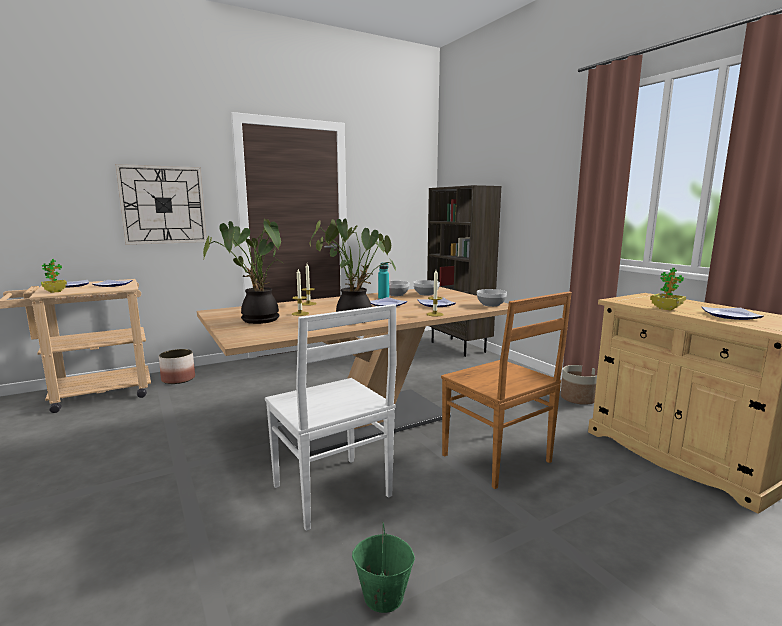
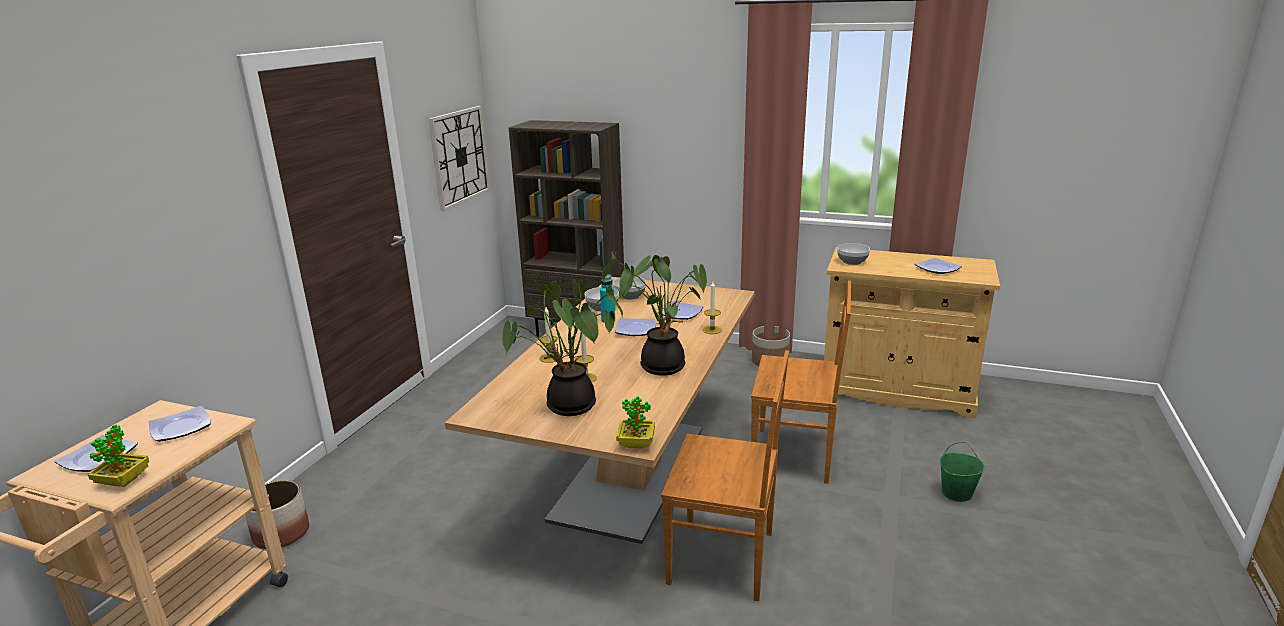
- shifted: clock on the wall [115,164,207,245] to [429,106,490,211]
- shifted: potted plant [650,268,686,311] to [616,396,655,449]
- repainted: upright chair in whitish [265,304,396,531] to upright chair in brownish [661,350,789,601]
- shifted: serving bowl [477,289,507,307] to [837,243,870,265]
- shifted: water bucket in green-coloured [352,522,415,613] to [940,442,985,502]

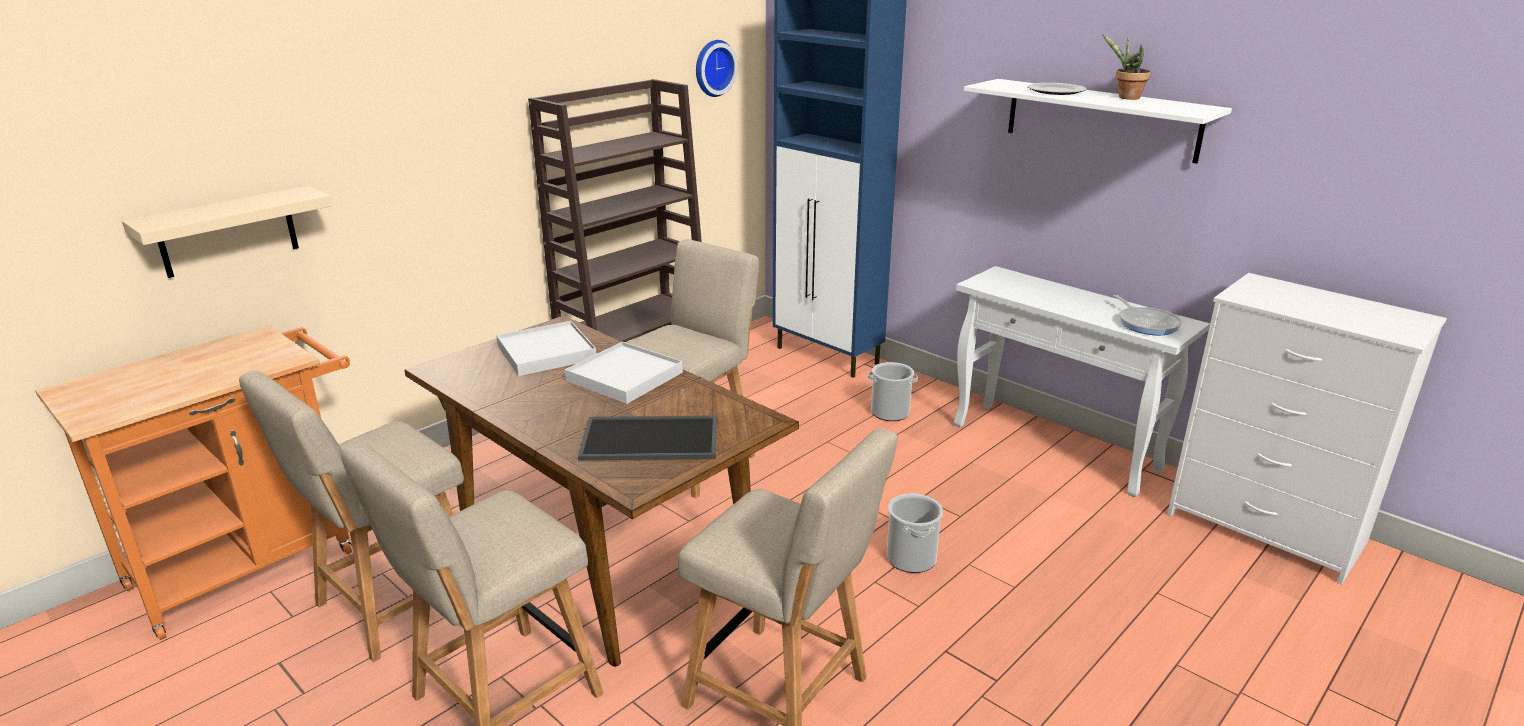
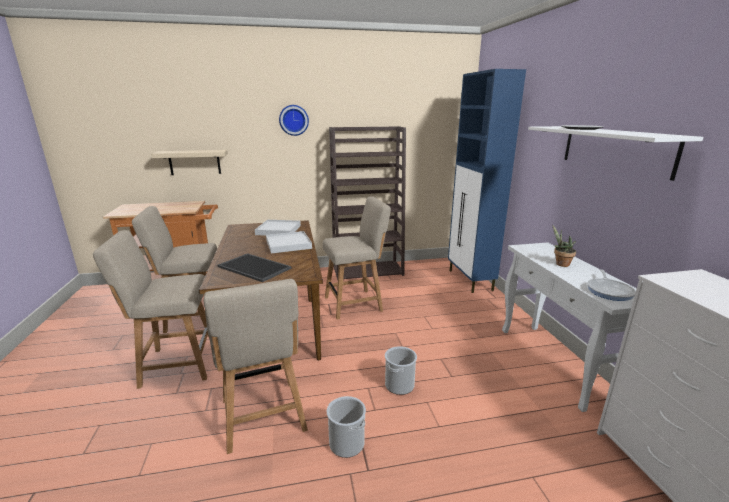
- shifted: clock on the wall [696,40,738,97] to [279,105,309,136]
- shifted: water bucket [868,362,918,421] to [327,396,366,458]
- shifted: potted plant [1102,34,1151,100] to [553,225,576,267]

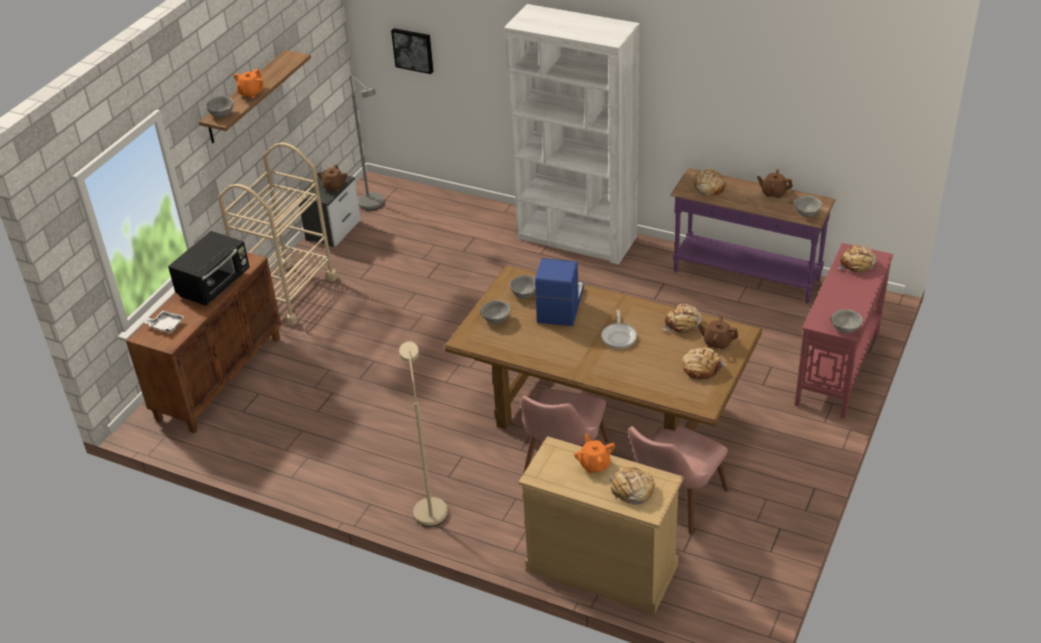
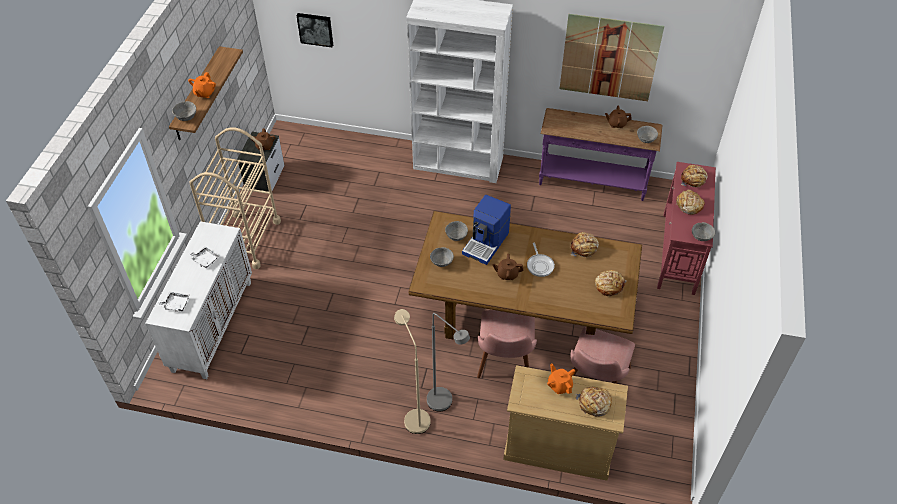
- repainted: storage cabinet in brownish [126,252,281,433] to storage cabinet in whitish [145,221,252,379]
- swapped: microwave oven in black [168,231,250,306] to carrying tray in whitish [188,246,219,268]
- shifted: standing lamp in greyish [350,75,384,210] to [427,313,470,411]
- rotated: coffee machine [535,258,584,326] = [462,195,511,265] 150 degrees counterclockwise
- shifted: teapot in brownish [698,316,739,350] to [492,254,524,280]
- new: wall picture [560,14,664,101]
- shifted: bakery bread [692,169,726,196] to [676,190,705,215]

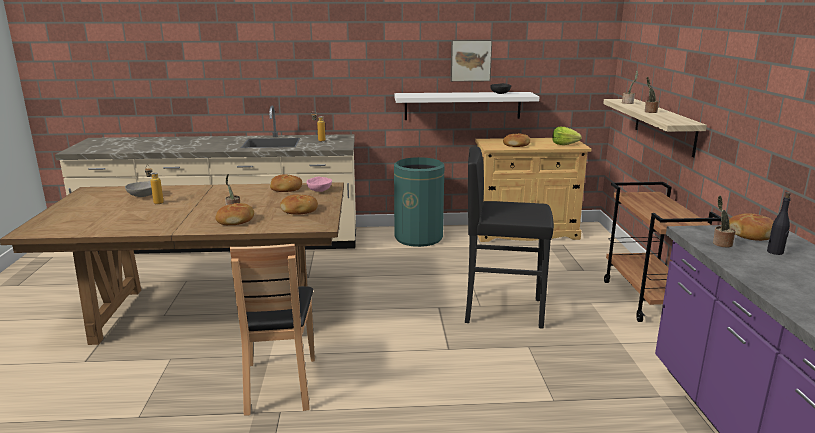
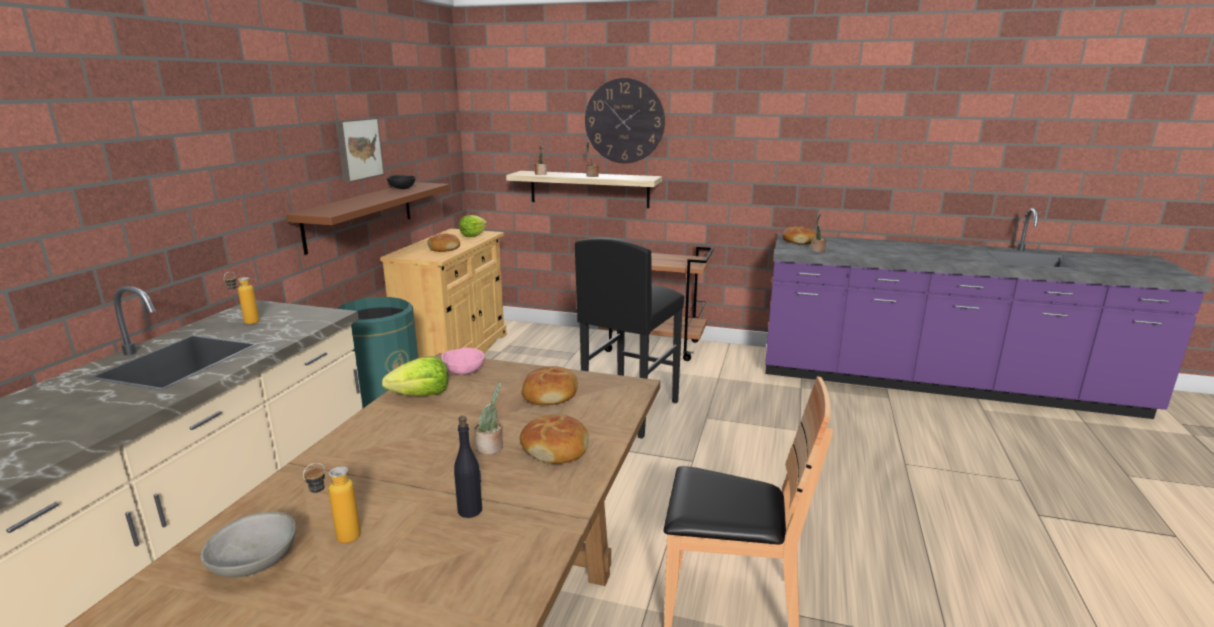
- repainted: wall shelf in whitish [394,92,539,120] to wall shelf in brownish [286,182,450,255]
- swapped: bakery bread [270,174,302,192] to head of lettuce [382,356,448,396]
- shifted: bottle in black [767,192,791,255] to [454,416,482,518]
- new: clock on the wall [585,78,665,163]

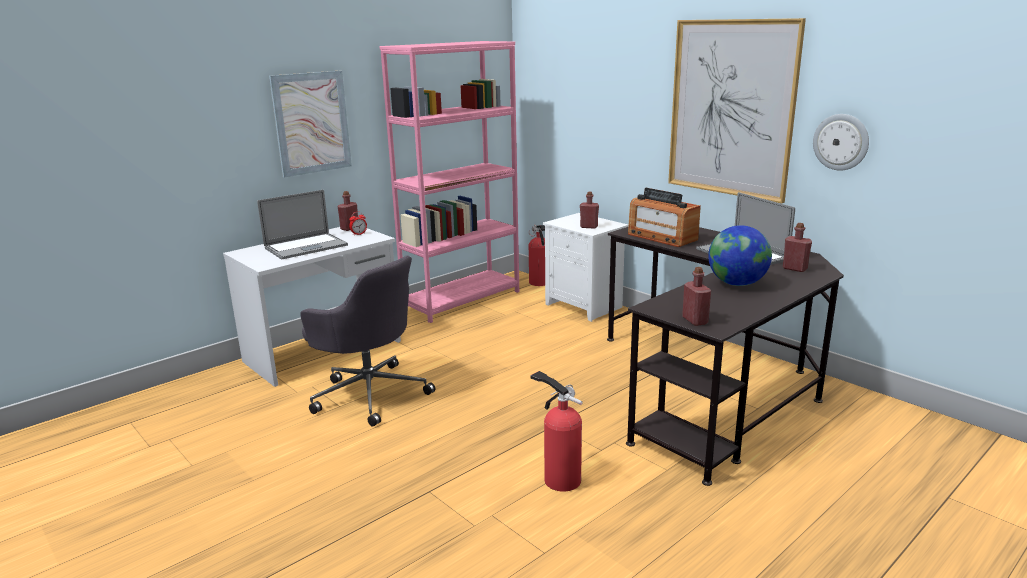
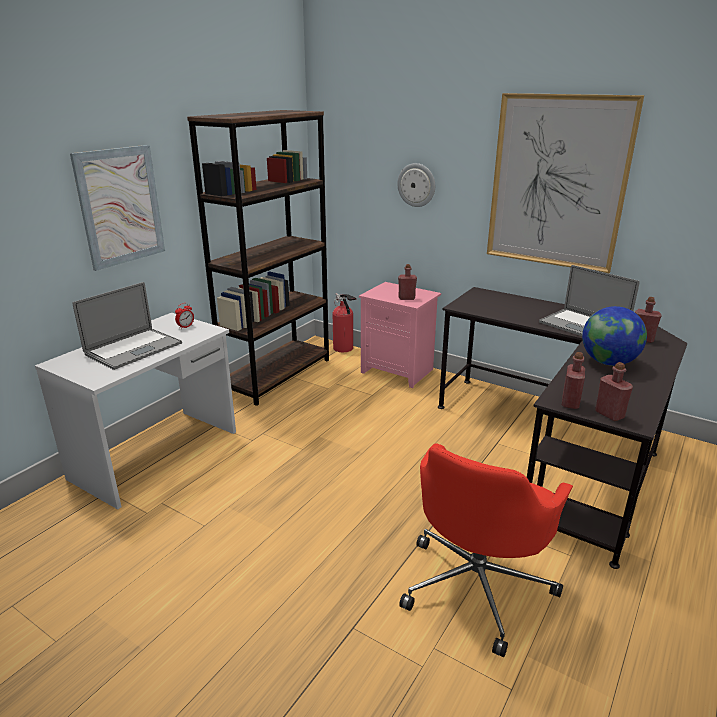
- repainted: shelving unit in pink [379,41,519,323] to shelving unit in brownish [187,110,329,406]
- repainted: nightstand in whitish [543,213,628,322] to nightstand in pink [359,282,441,388]
- shifted: clock on the wall [813,114,869,171] to [397,163,435,207]
- swapped: fire extinguisher [531,371,583,492] to office chair in red-coloured [399,443,573,657]
- shifted: bottle in red-coloured [338,191,358,231] to [562,352,585,409]
- gone: office chair in greyish [300,256,435,427]
- gone: radio [628,188,701,247]

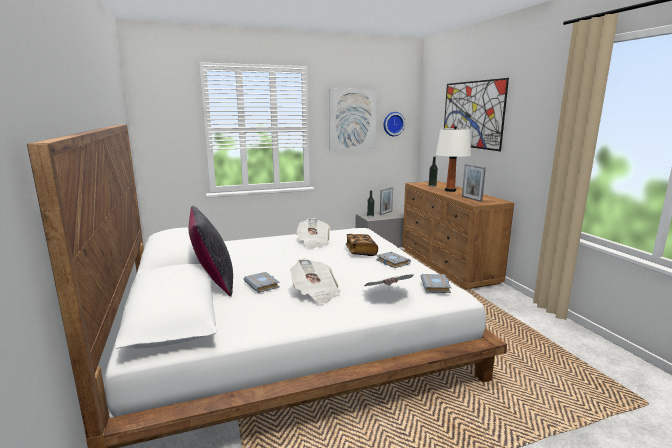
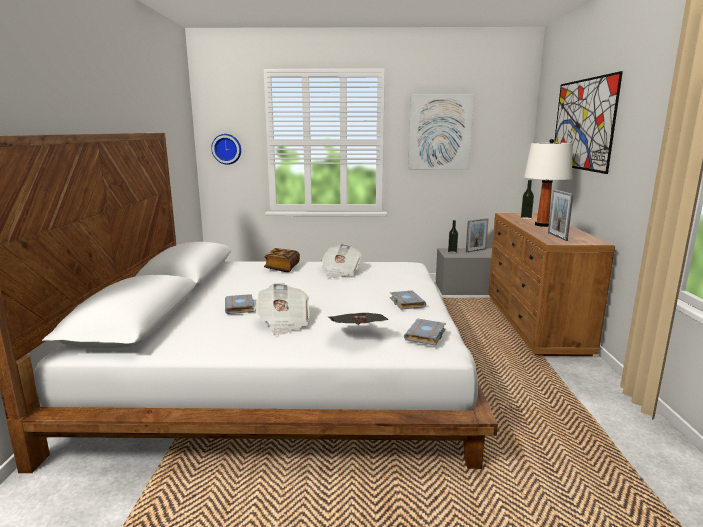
- shifted: clock on the wall [384,112,405,136] to [211,134,241,165]
- shifted: book [346,234,378,256] to [264,248,300,272]
- gone: throw pillow in black [188,206,233,297]

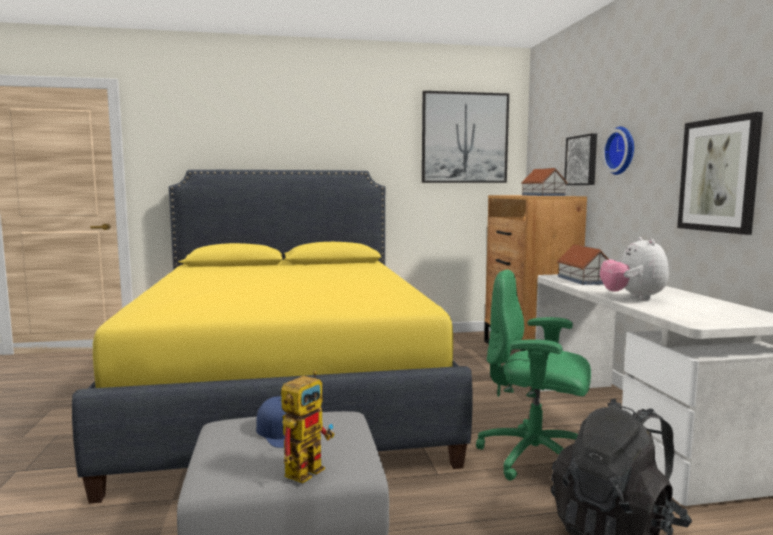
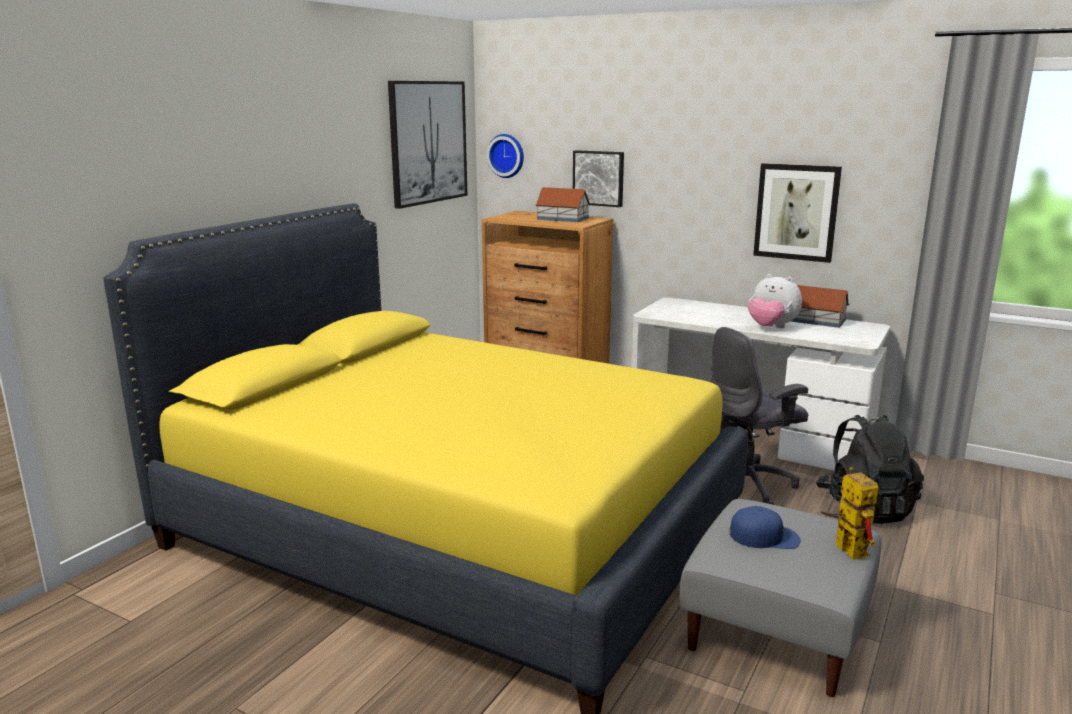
- shifted: clock on the wall [602,126,634,175] to [487,134,524,178]
- repainted: office chair in green-coloured [476,270,591,481] to office chair in greyish [710,327,808,505]
- shifted: miniature house [557,244,609,285] to [790,285,849,328]

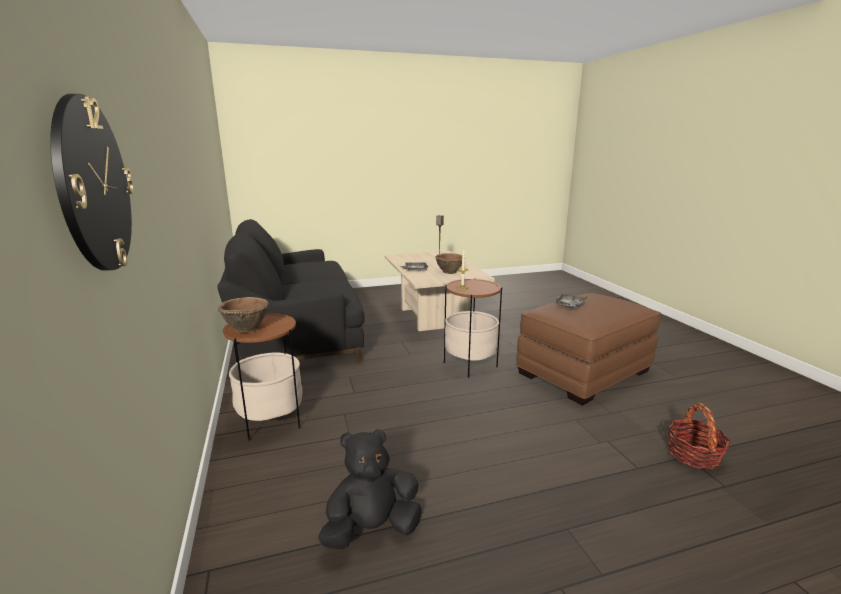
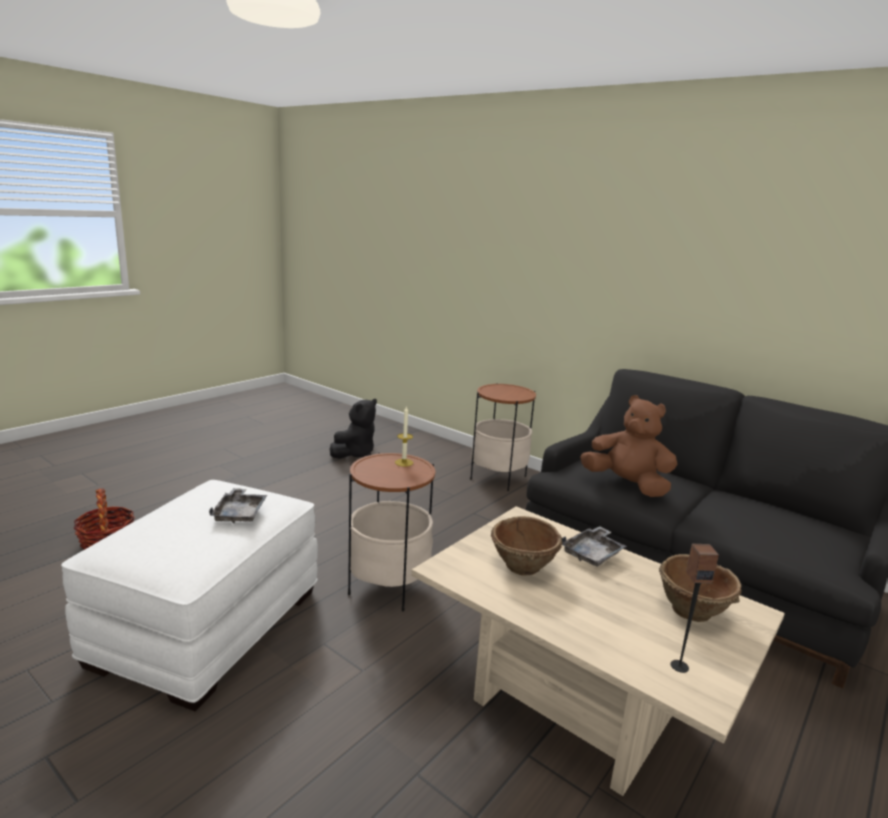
- repainted: ottoman in brownish [516,293,661,406] to ottoman in whitish [61,480,318,711]
- new: plush toy in brownish [580,395,677,497]
- shifted: serving bowl in brownish [218,297,269,332] to [659,554,742,622]
- gone: clock on the wall [50,94,134,271]

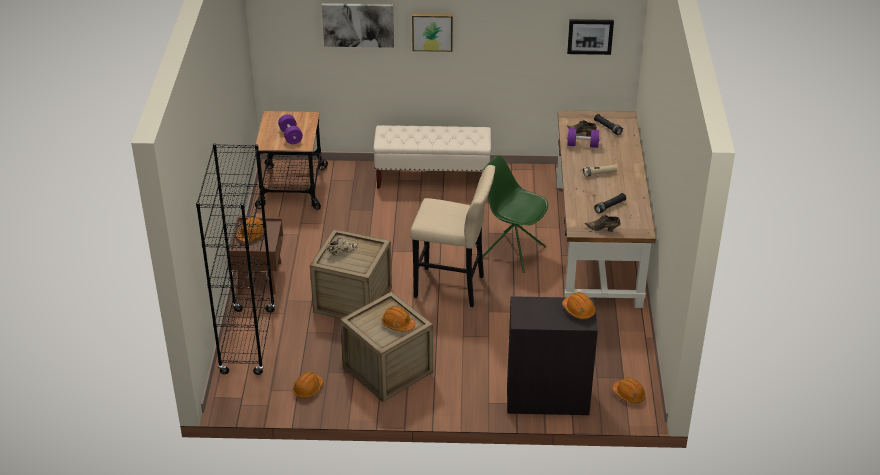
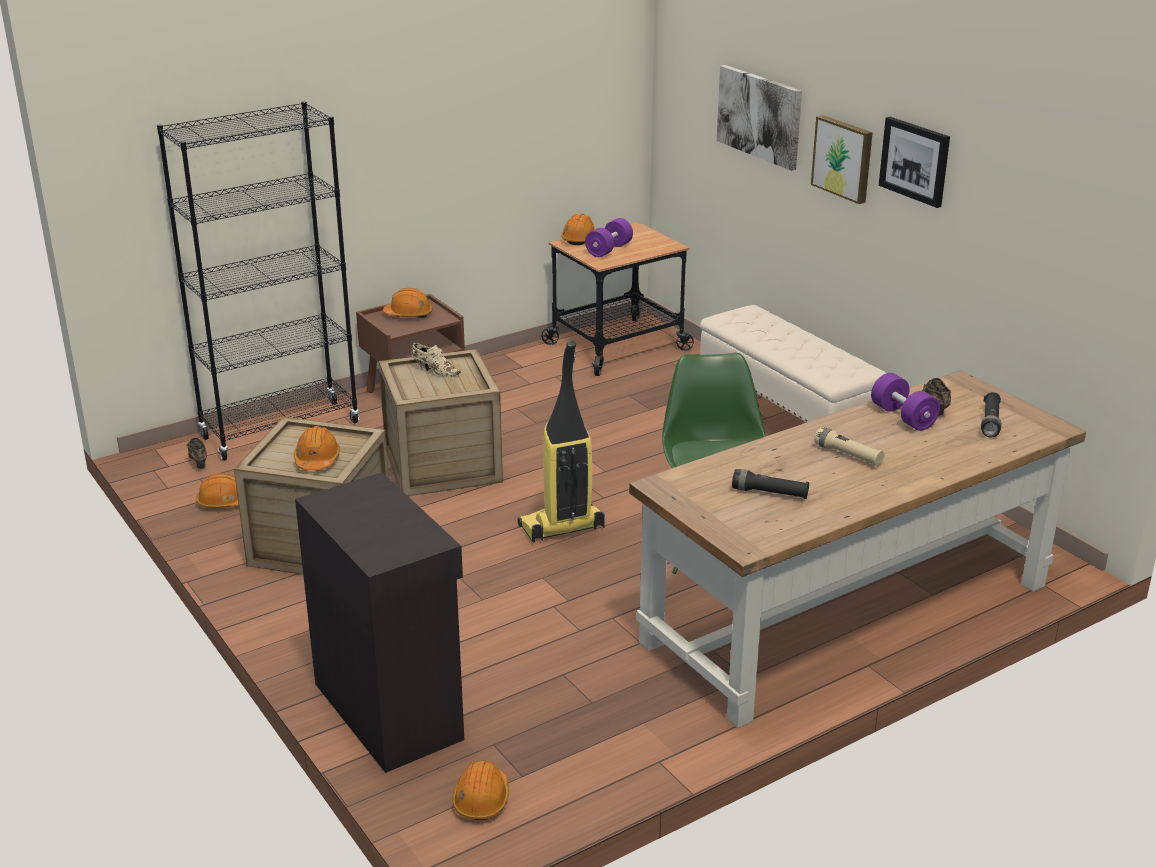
- shifted: item of footwear in brownish [585,215,621,232] to [186,438,207,469]
- swapped: sitting stool in sand-coloured [410,165,495,307] to vacuum [518,340,605,543]
- shifted: work helmet in orange-coloured [562,292,596,319] to [561,213,596,245]
- shifted: wall picture [567,19,614,55] to [879,117,950,208]

